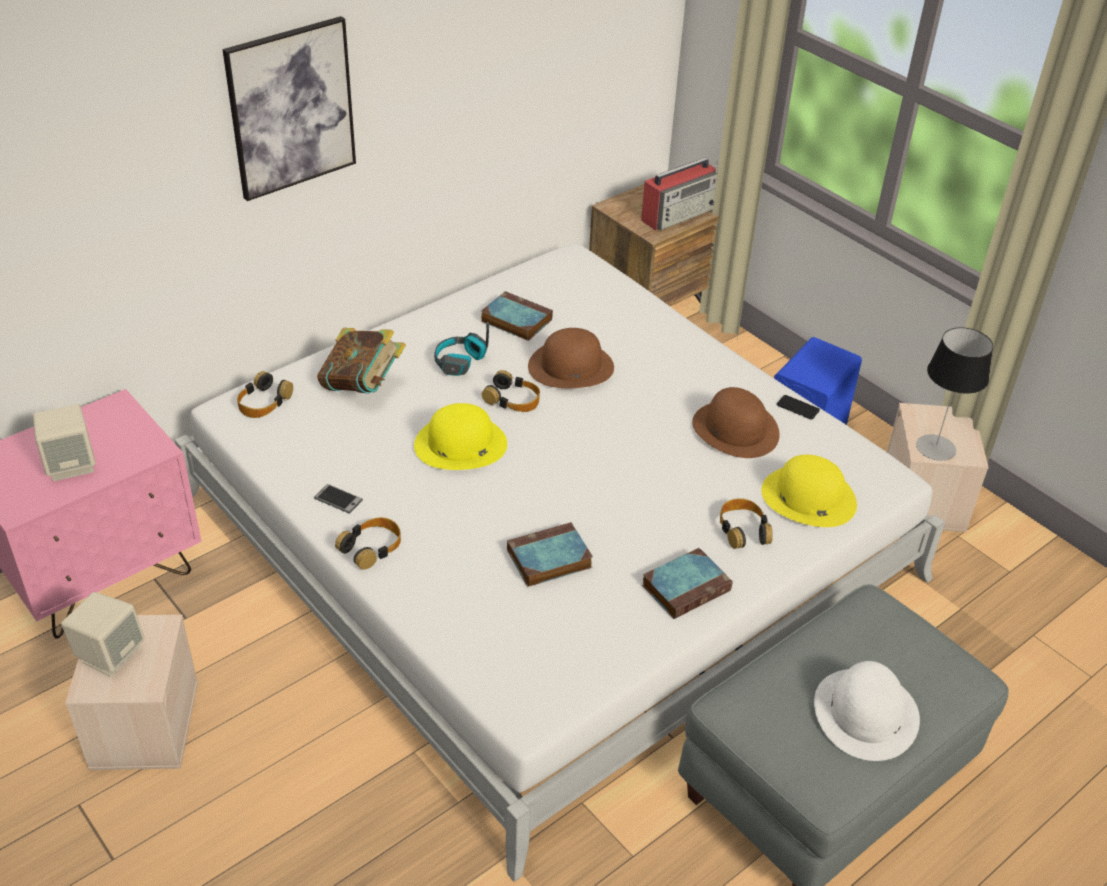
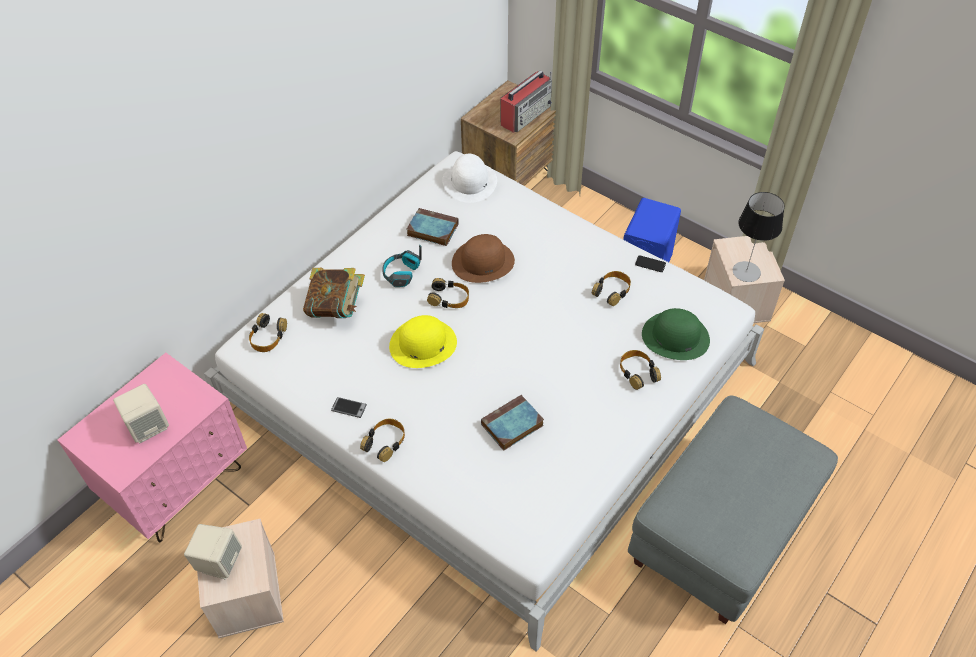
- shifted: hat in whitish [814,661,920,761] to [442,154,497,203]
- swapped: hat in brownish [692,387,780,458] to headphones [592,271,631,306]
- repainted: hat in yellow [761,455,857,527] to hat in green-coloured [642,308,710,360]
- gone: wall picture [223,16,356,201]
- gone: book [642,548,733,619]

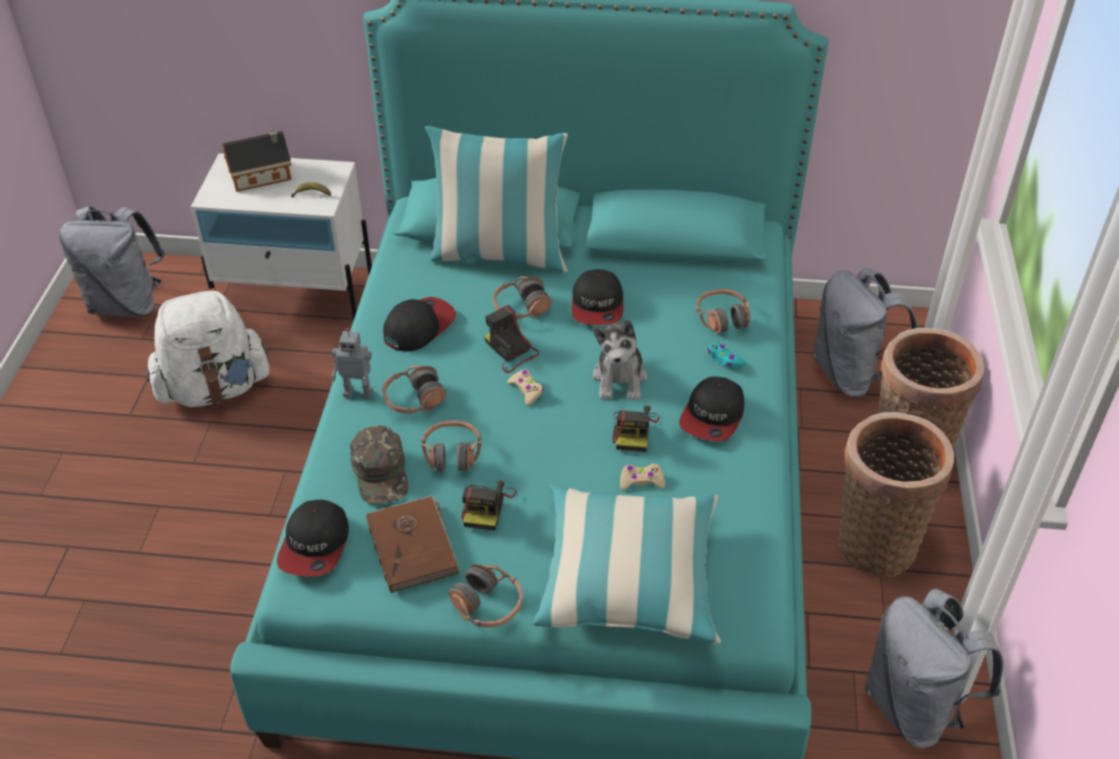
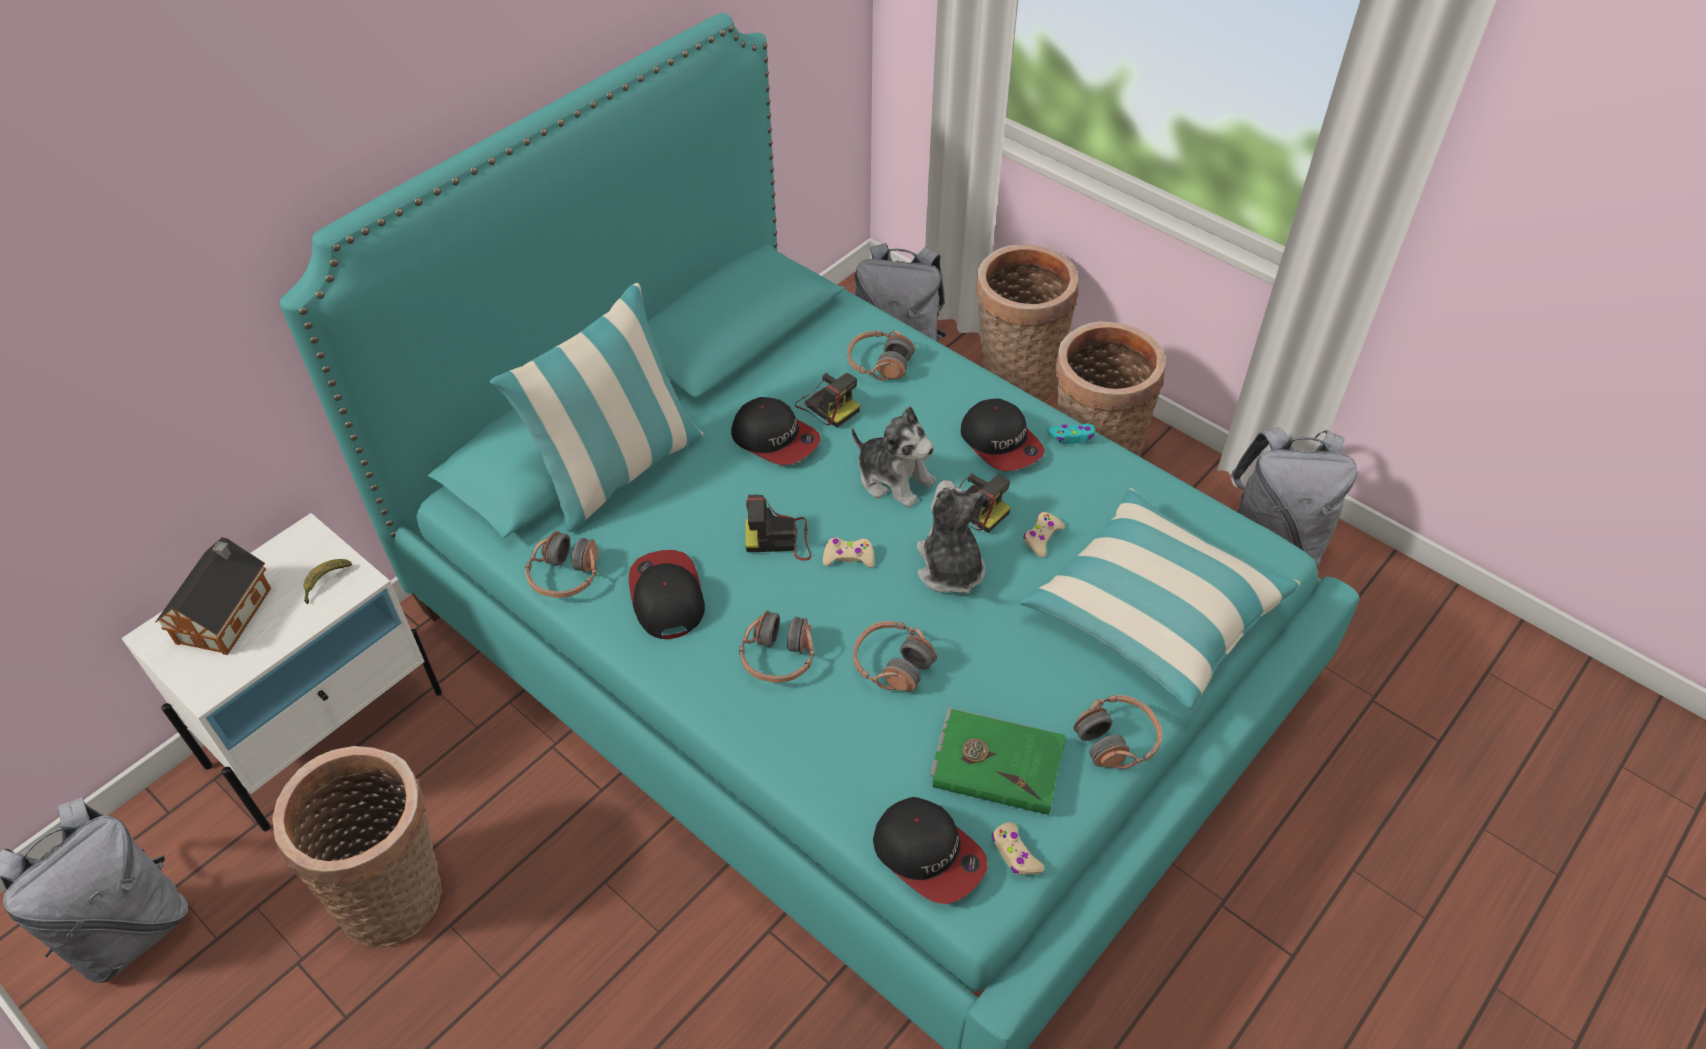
- swapped: backpack in whitish [146,288,270,407] to storage basket [272,746,442,947]
- shifted: headphones [493,276,552,319] to [525,531,598,598]
- shifted: photo camera [461,480,517,531] to [795,373,860,428]
- new: plush toy [917,480,987,594]
- repainted: book in brownish [366,495,459,593] to book in green-coloured [930,708,1066,815]
- new: game controller in sand-coloured [992,822,1045,875]
- shifted: game controller in blue-green [708,343,747,368] to [1047,423,1095,444]
- gone: model robot [331,328,373,400]
- gone: peaked cap in green-coloured [350,425,408,504]

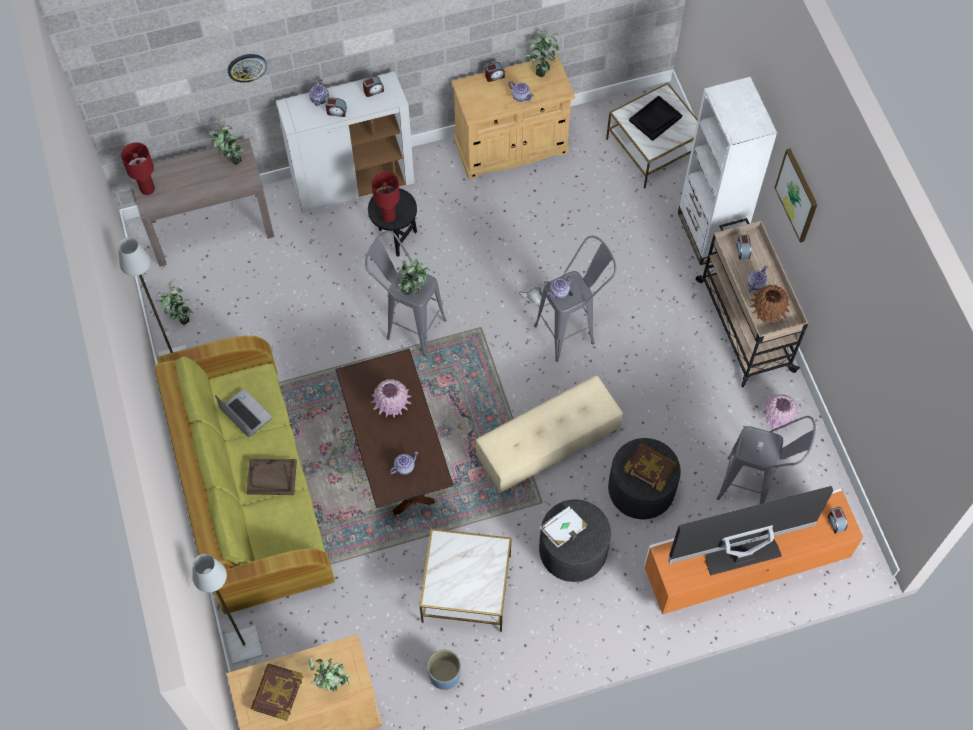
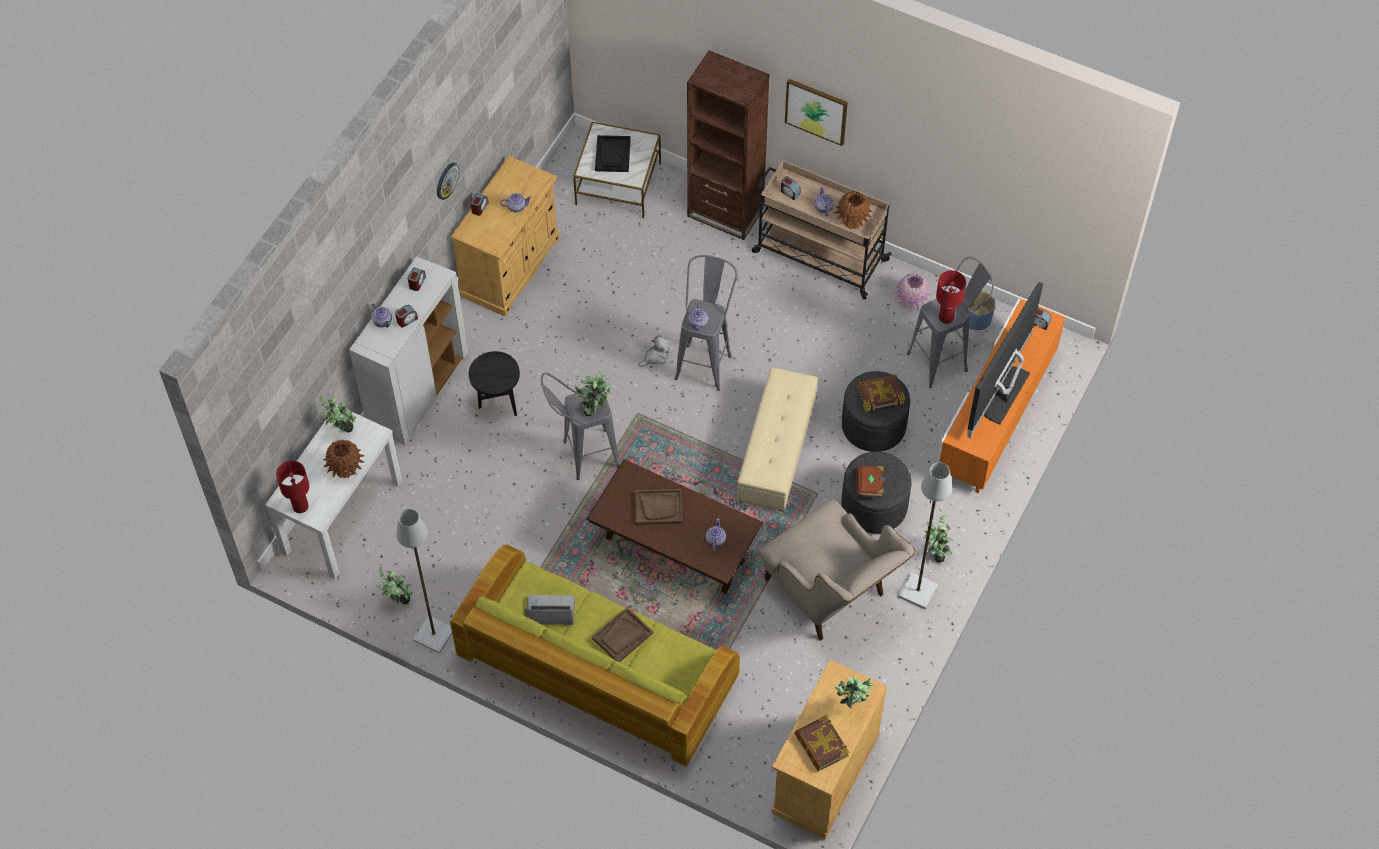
- repainted: hall table in brownish [131,138,274,267] to hall table in whitish [265,405,402,579]
- new: decorative vase in brownish [323,440,364,478]
- shifted: clock on the wall [228,54,267,83] to [437,163,460,200]
- swapped: decorative vase in pink [371,379,412,417] to carrying tray in brownish [635,489,683,525]
- repainted: shelving unit in whitish [678,77,777,265] to shelving unit in brownish [687,50,770,240]
- swapped: side table [420,529,511,632] to easy chair in sand-coloured [760,499,915,640]
- repainted: book in whitish [540,506,588,548] to book in brownish [856,465,885,497]
- shifted: standing lamp in greyish [193,554,263,665] to [898,462,952,609]
- shifted: potted plant [526,30,560,77] to [924,515,954,563]
- shifted: lamp for a table in red-coloured [372,172,400,222] to [936,270,966,324]
- shifted: flower pot in bluish [427,650,461,690] to [966,291,996,330]

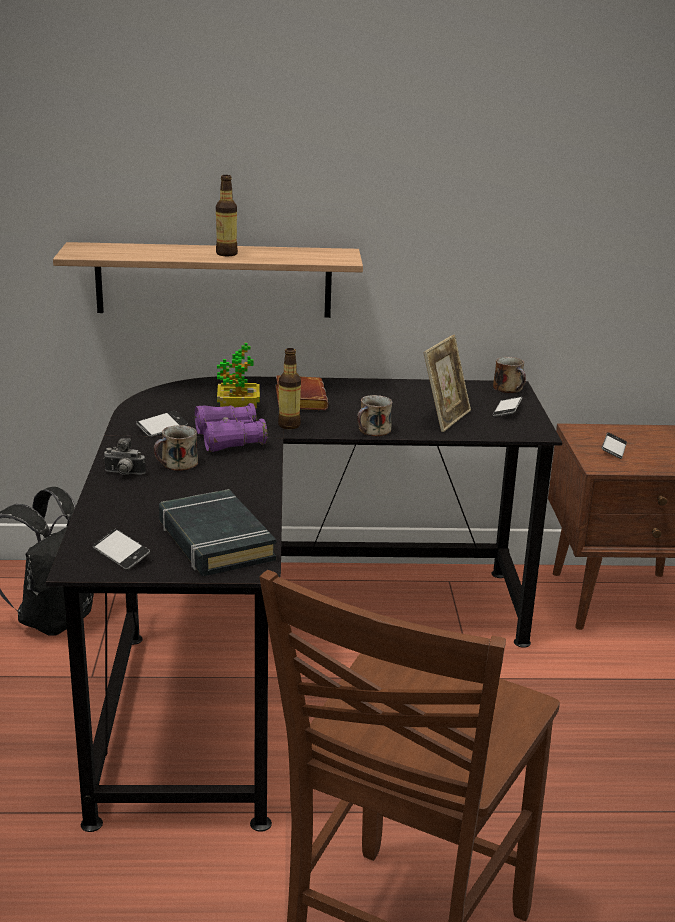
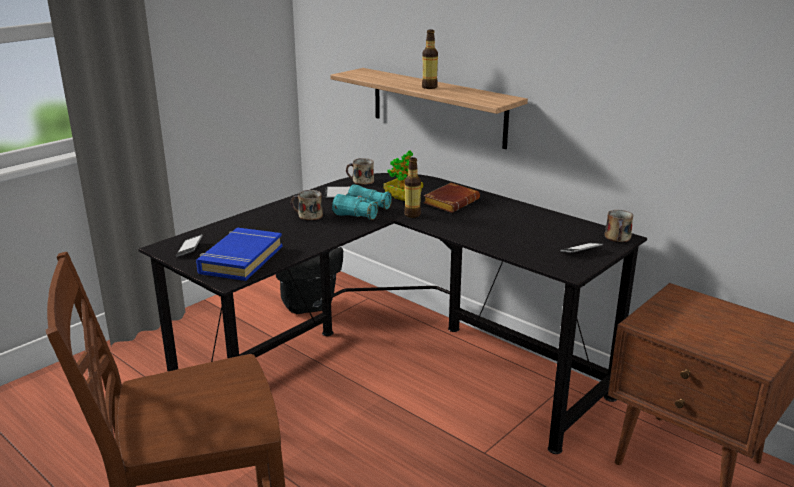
- repainted: book in black [159,489,276,576] to book in bluish [196,228,282,281]
- repainted: field glasses in purple [195,403,267,452] to field glasses in blue-green [332,185,392,220]
- shifted: mug [357,395,392,436] to [346,158,374,185]
- gone: photo camera [103,438,146,475]
- gone: photo frame [423,335,471,432]
- gone: telephone [602,432,627,459]

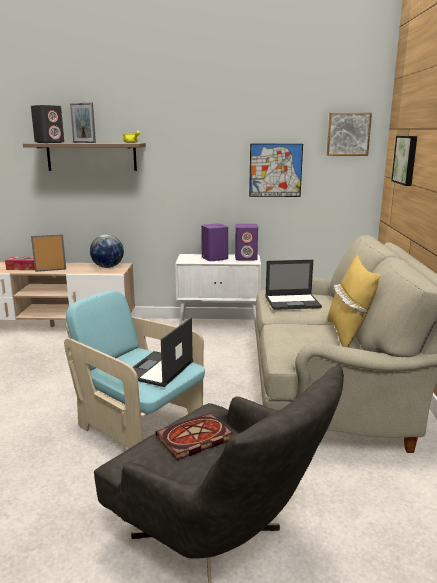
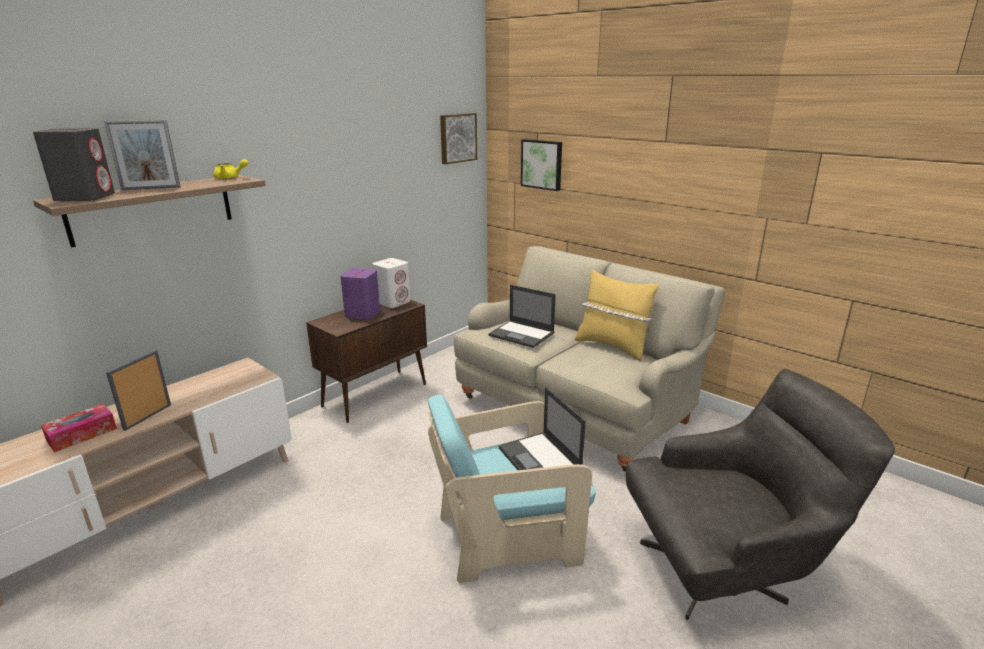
- repainted: storage cabinet in whitish [175,254,261,326] to storage cabinet in brownish [306,300,427,423]
- repainted: speaker in purple [235,224,258,260] to speaker in whitish [372,258,410,308]
- rotated: portable computer [265,260,322,310] = [488,285,556,348] 90 degrees clockwise
- gone: globe [90,234,124,268]
- gone: book [156,413,234,460]
- gone: wall picture [249,144,303,197]

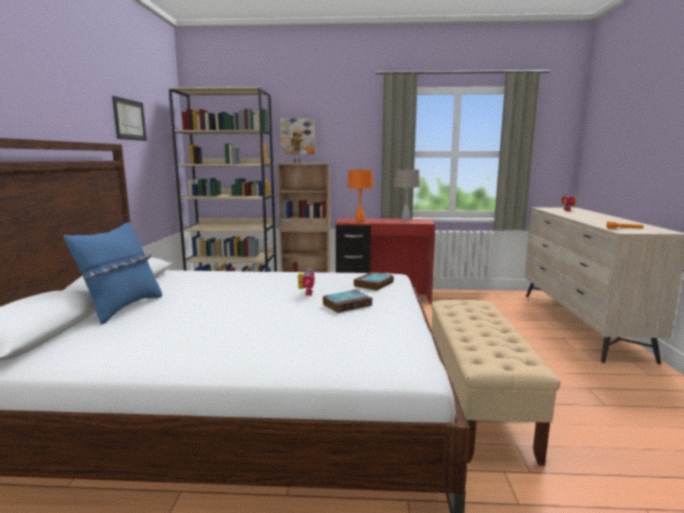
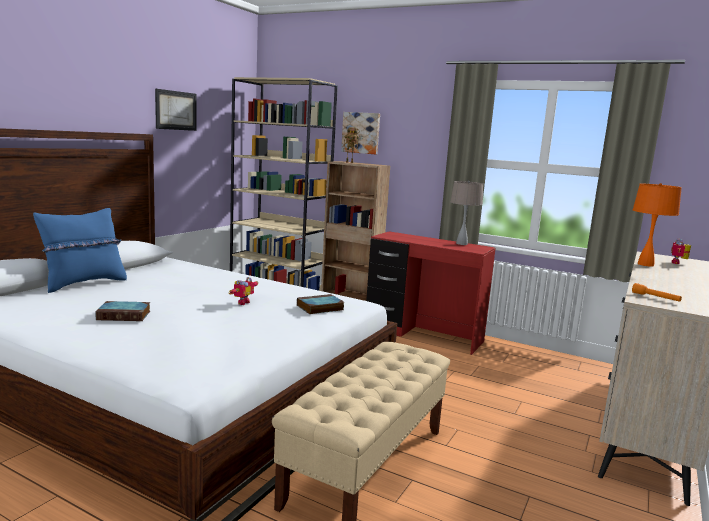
- shifted: book [322,290,372,313] to [95,301,150,321]
- shifted: lamp for a table in orange-coloured [347,169,374,222] to [633,183,682,267]

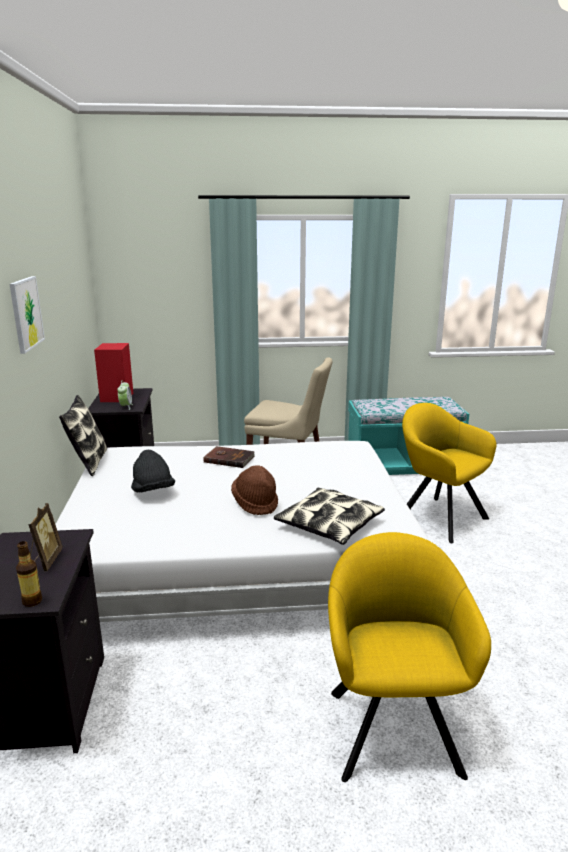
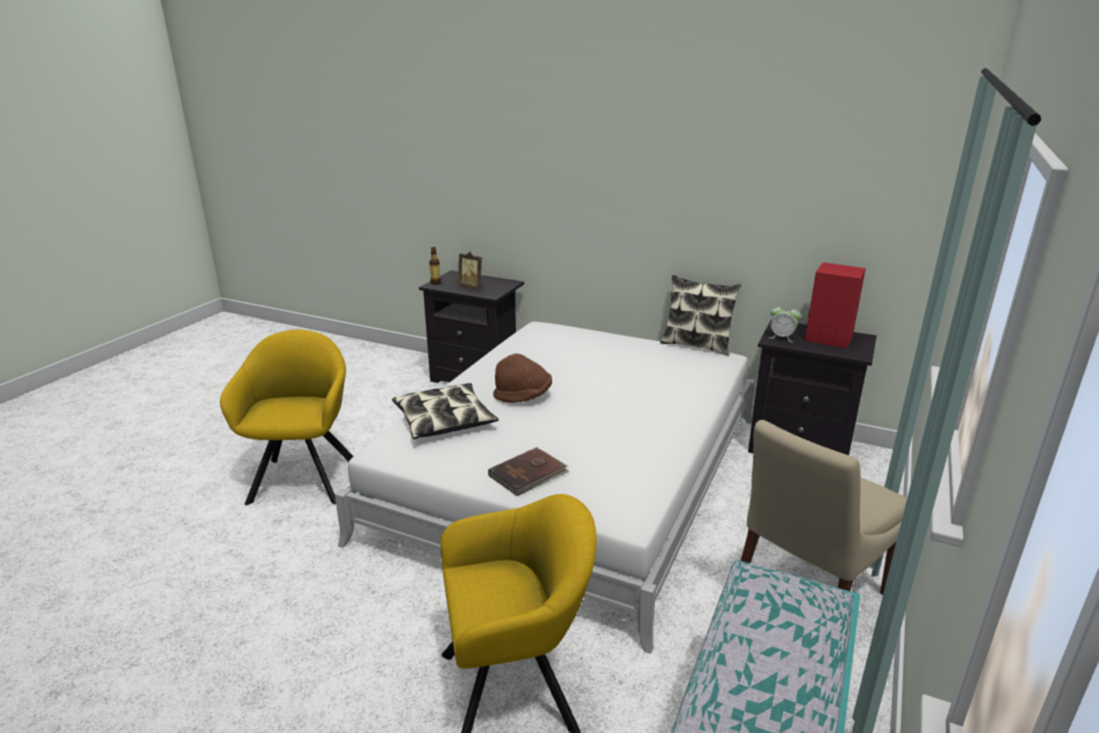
- rotated: easy chair in yellow [328,532,491,782] = [220,330,353,505] 120 degrees counterclockwise
- shifted: book in brownish [203,446,255,468] to [488,447,569,496]
- gone: wall picture [10,276,45,354]
- gone: hat in black [131,449,175,492]

